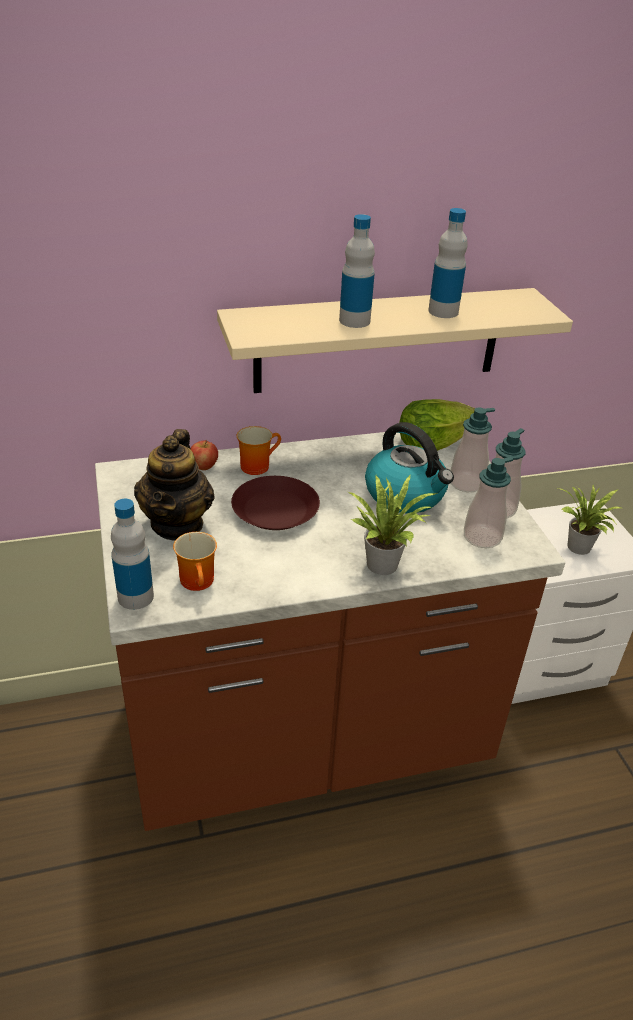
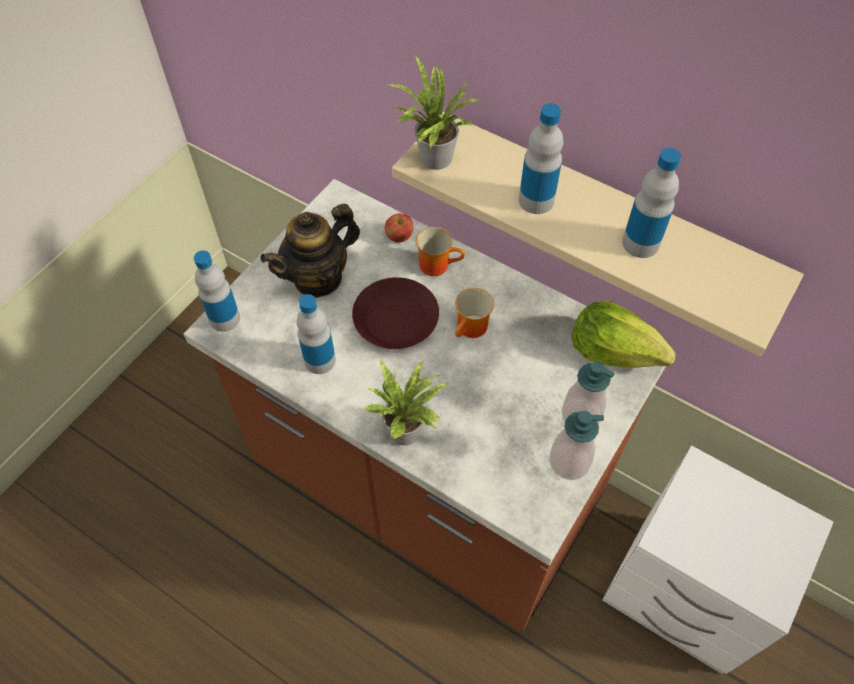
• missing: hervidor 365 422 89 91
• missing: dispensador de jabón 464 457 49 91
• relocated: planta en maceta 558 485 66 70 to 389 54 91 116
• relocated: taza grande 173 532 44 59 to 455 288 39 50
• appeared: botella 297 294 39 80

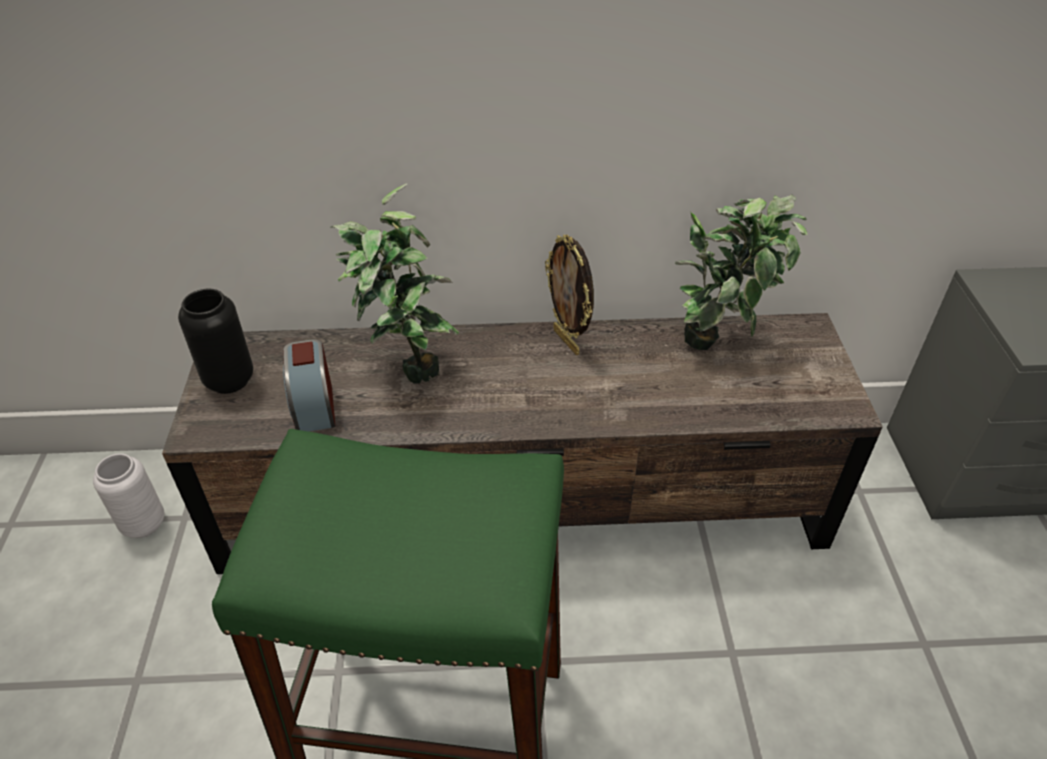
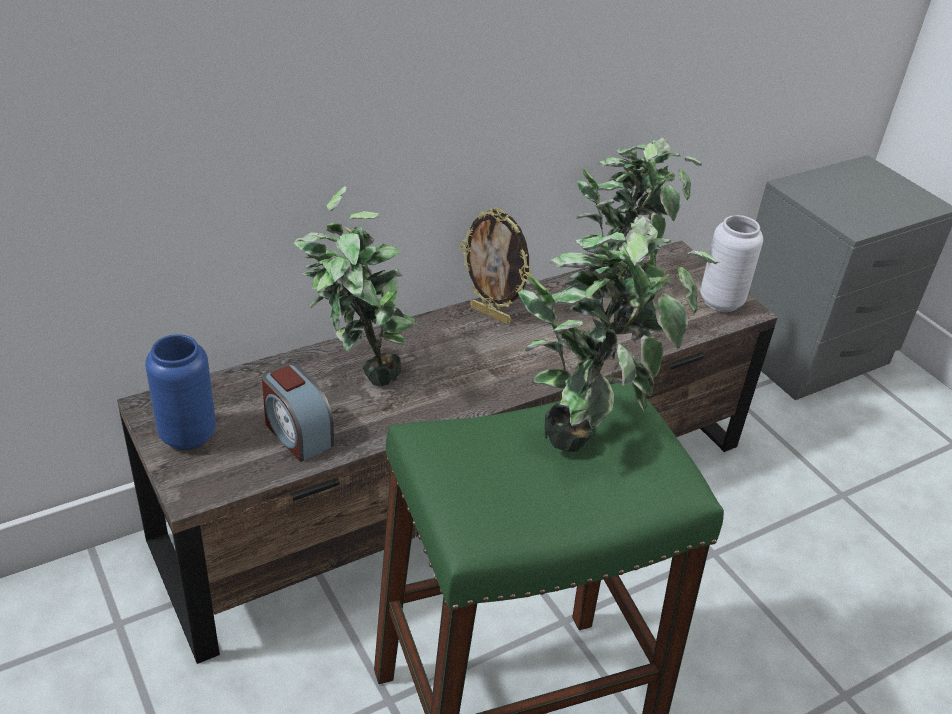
• colour: florero [negro] 178 289 75 105 to florero [azul] 145 334 71 116
• relocated: florero [blanco] 93 453 72 85 to 700 215 63 97
• appeared: planta en maceta 518 215 202 237

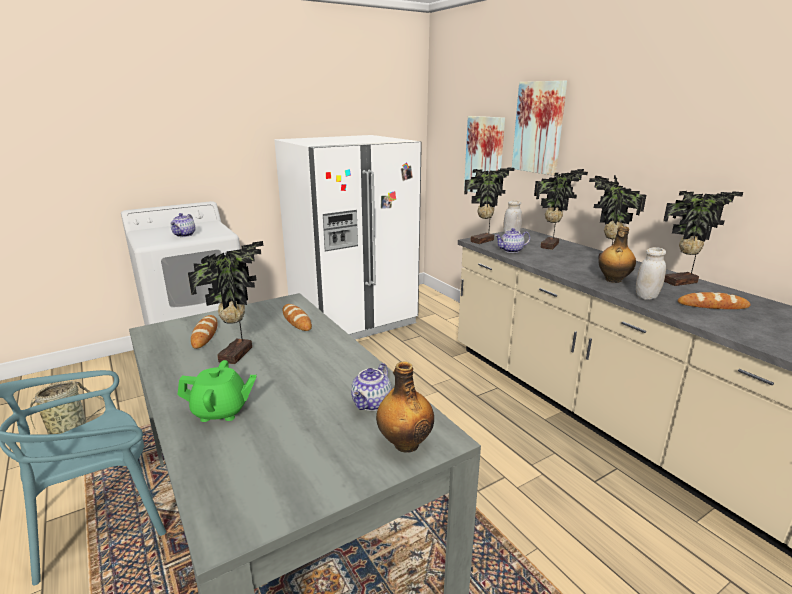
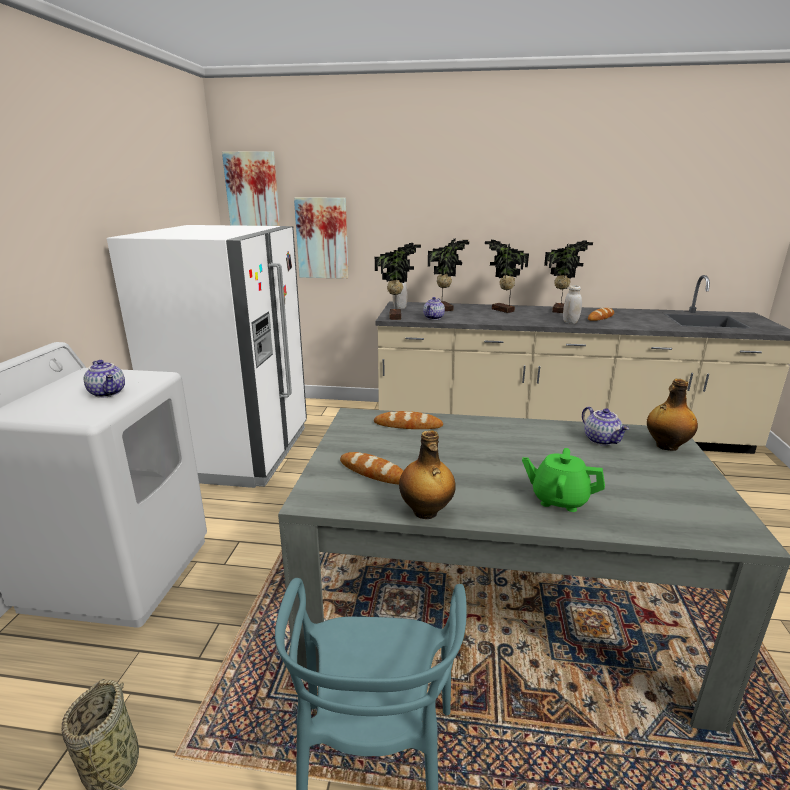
• relocated: cuadro 512 81 55 95 to 222 151 58 75
• relocated: botella 598 226 38 57 to 399 430 57 89
• missing: planta en maceta 188 241 75 123
• spun: tetera [verde] 177 360 80 62 = 522 448 83 64 105 degrees counterclockwise

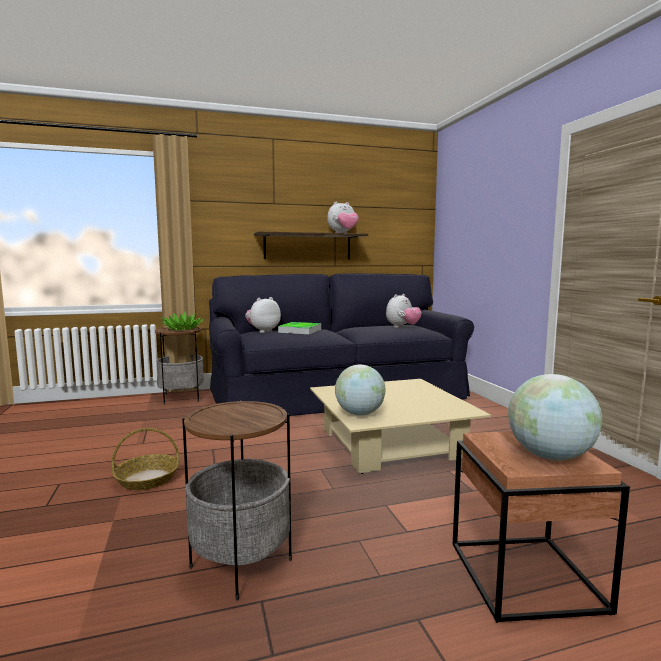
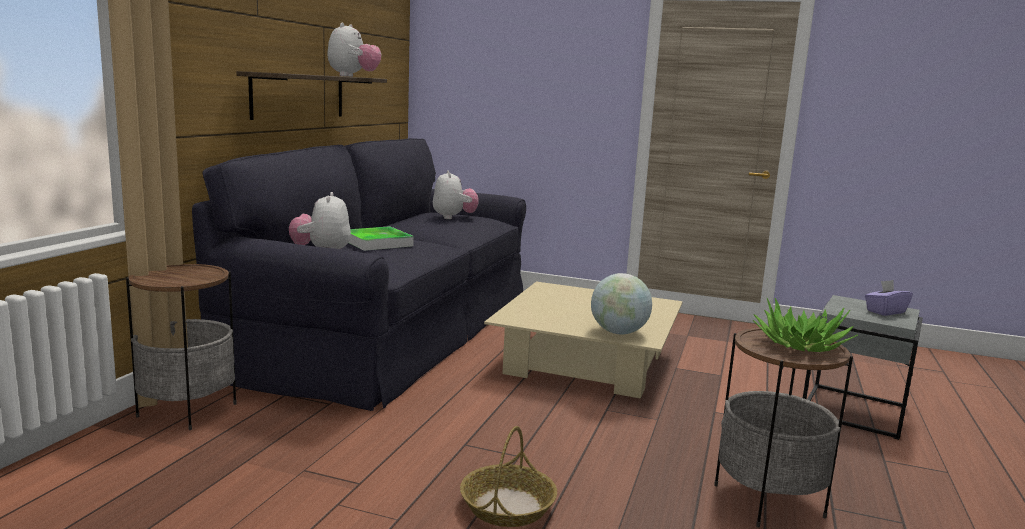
• relocated: planta en maceta 160 312 44 18 to 752 298 106 54
• exchanged: globo terráqueo 508 374 94 86 to caja de pañuelos [morado] 865 280 48 36
• colour: mesa auxiliar [marrón] 453 432 177 191 to mesa auxiliar [gris] 803 295 120 145

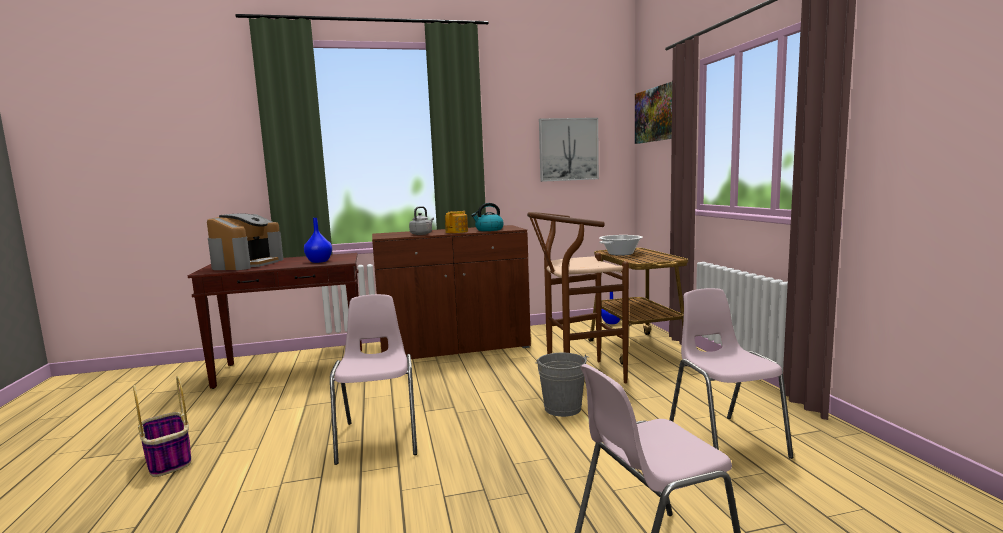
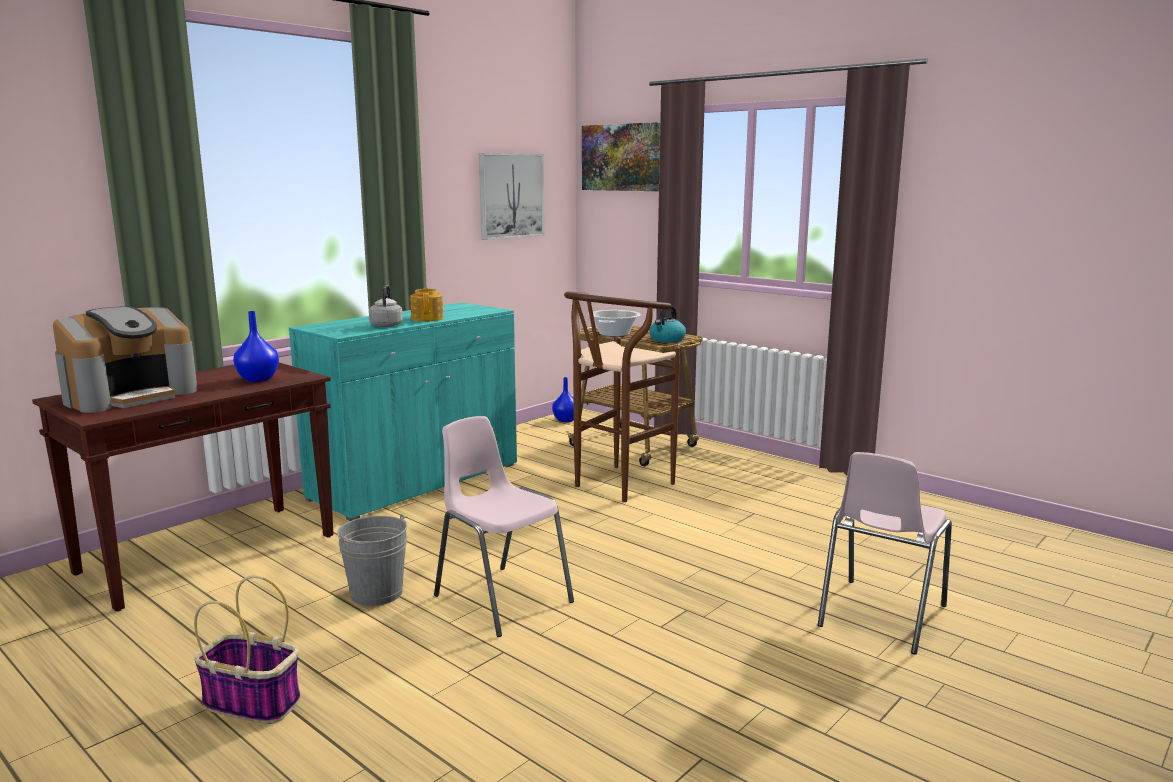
• relocated: hervidor 471 203 33 28 to 649 306 37 37
• spun: cafetera 207 213 76 57 = 53 307 145 106 60 degrees clockwise
• colour: armario [marrón] 372 225 159 134 to armario [turquesa] 289 303 228 218
• missing: silla [rosa] 669 288 125 171
• relocated: cubo [gris] 535 353 54 64 to 337 514 70 92

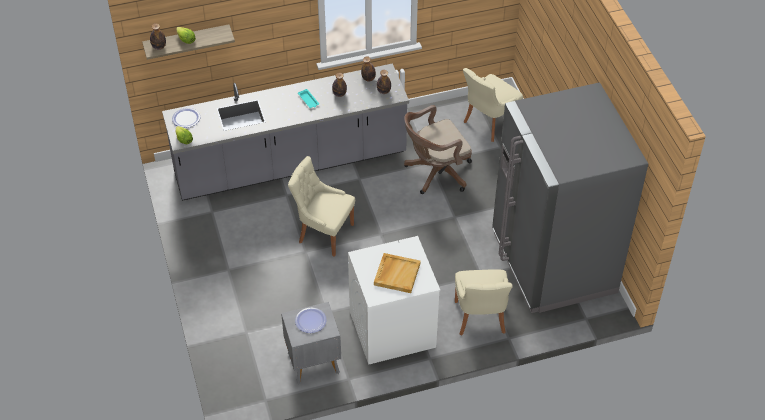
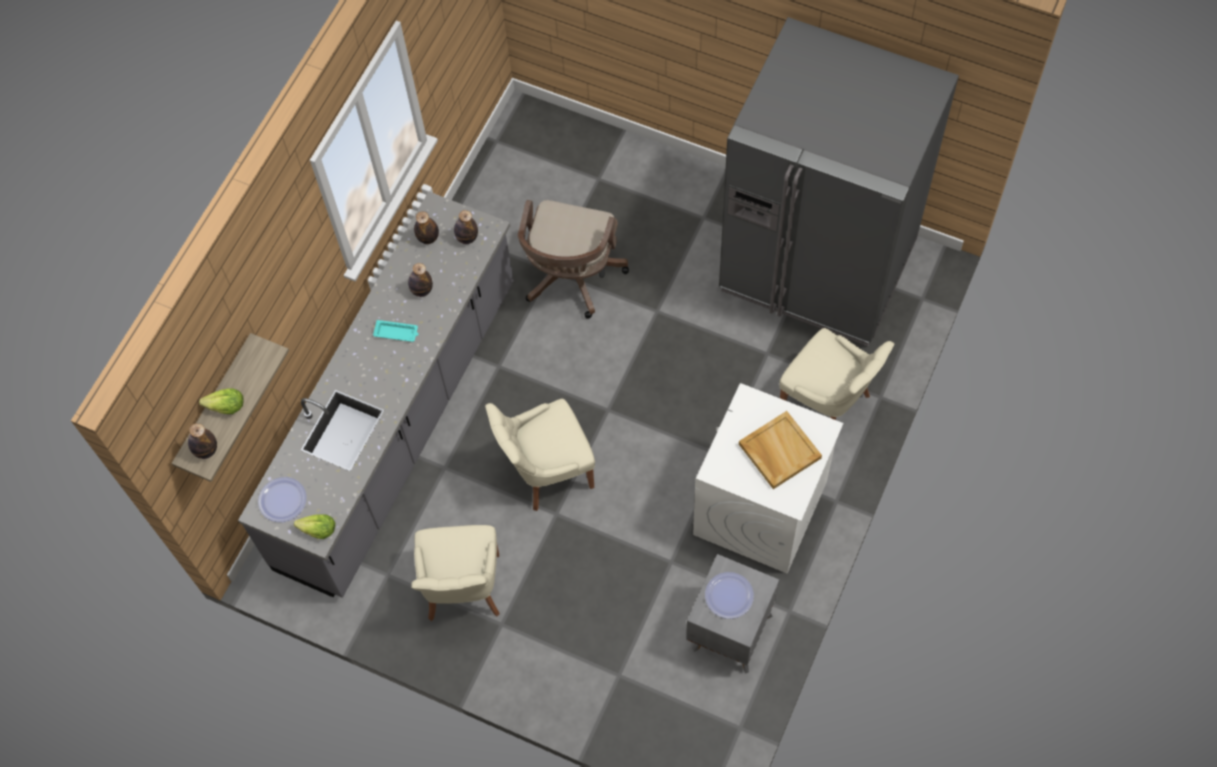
• relocated: silla [beis] 463 68 60 74 to 411 525 89 96

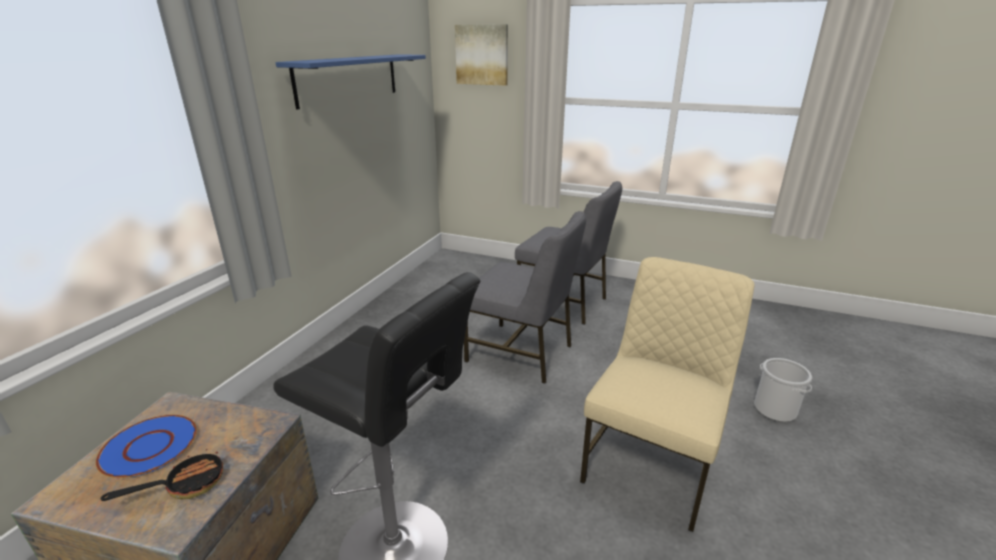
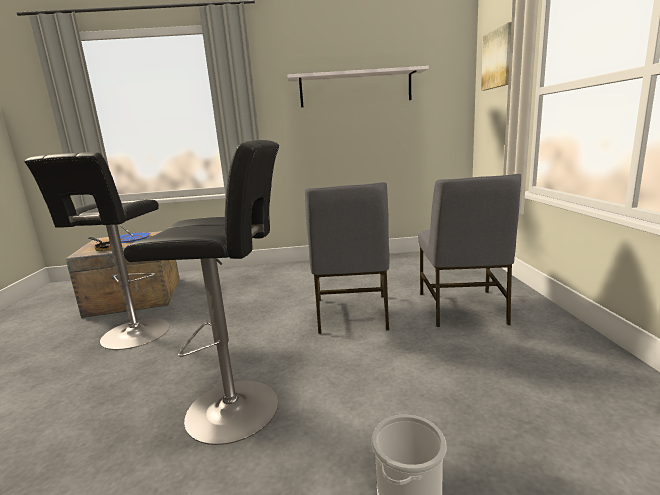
• colour: estante [azul] 275 54 151 56 to estante [blanco] 287 66 142 41
• exchanged: silla [beis] 580 257 174 275 to taburete [negro] 123 140 156 305

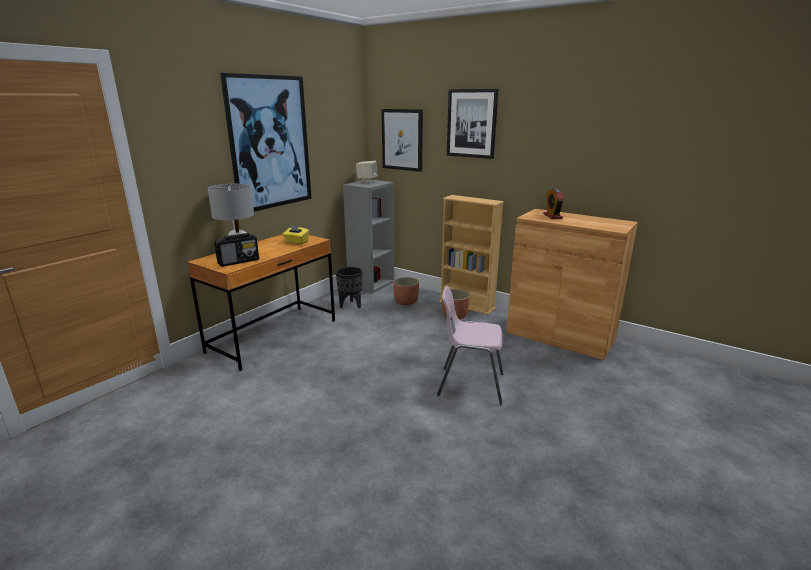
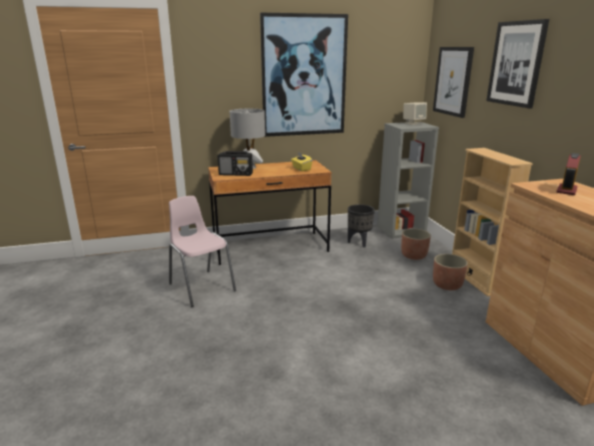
• relocated: silla [rosa] 437 286 66 119 to 169 196 67 111

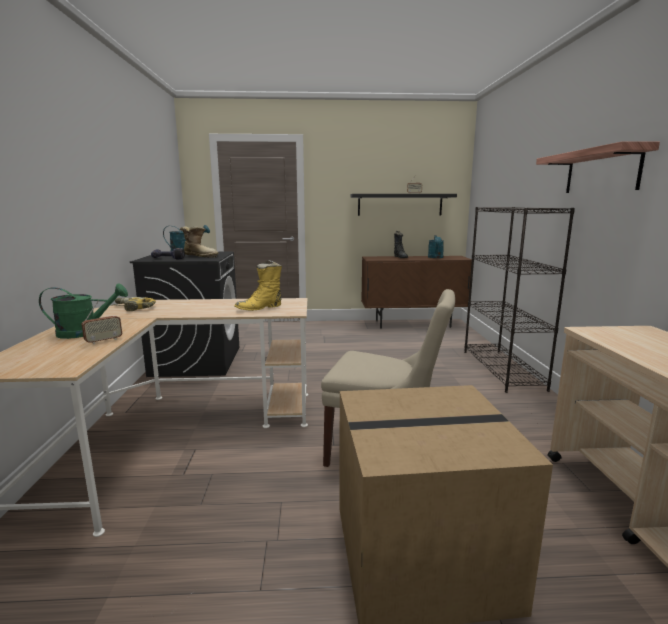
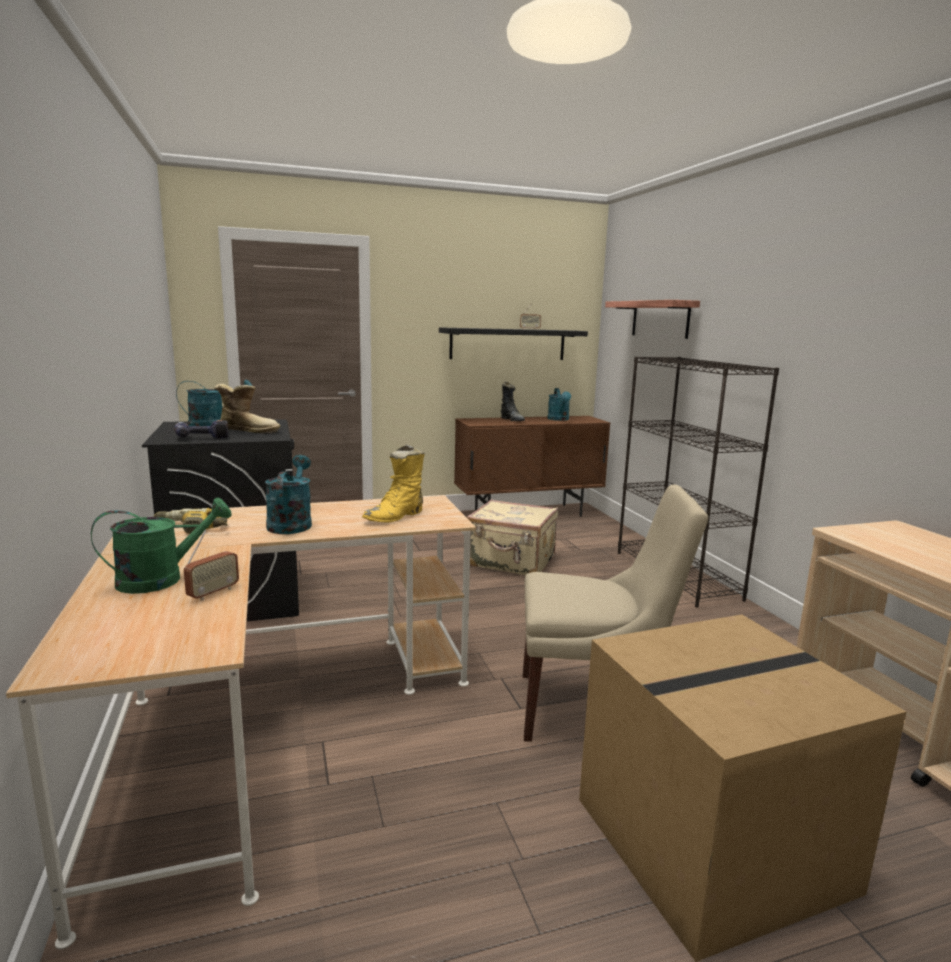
• relocated: estante 536 141 124 52 to 605 300 95 39
• appeared: regadera [turquesa] 265 455 47 79
• appeared: maleta [beis] 467 499 91 76

